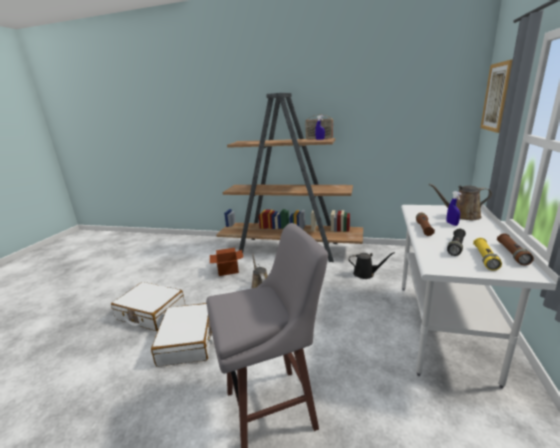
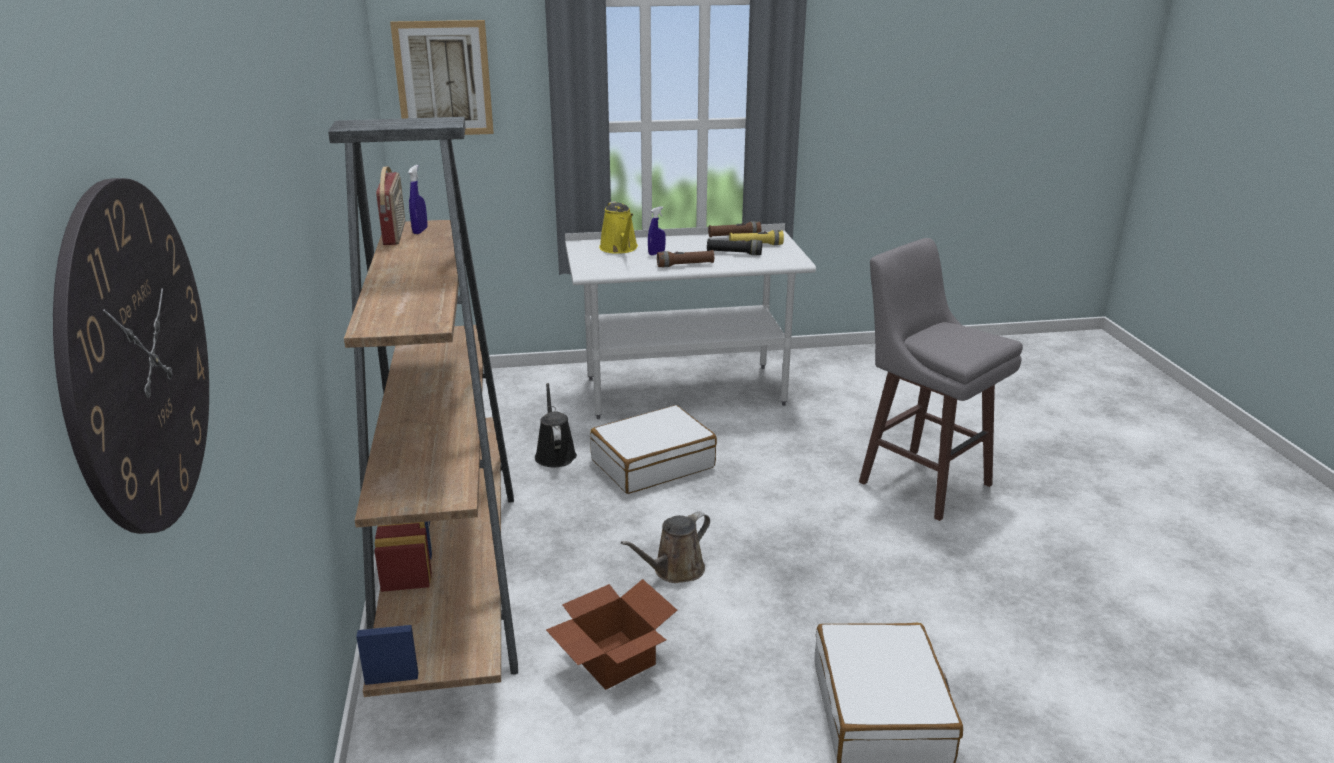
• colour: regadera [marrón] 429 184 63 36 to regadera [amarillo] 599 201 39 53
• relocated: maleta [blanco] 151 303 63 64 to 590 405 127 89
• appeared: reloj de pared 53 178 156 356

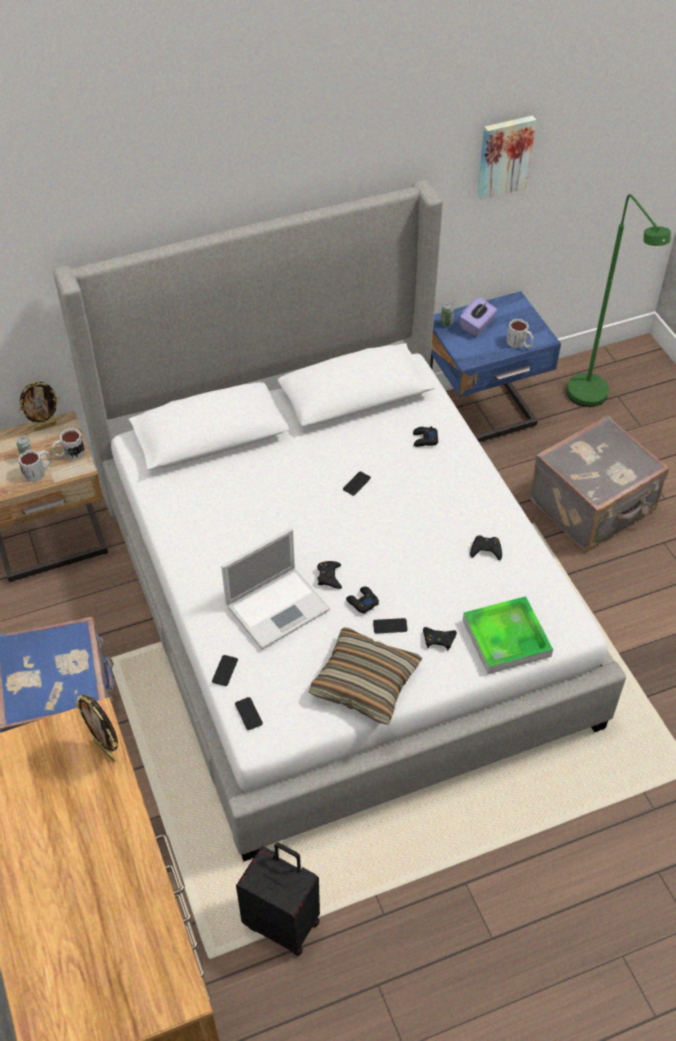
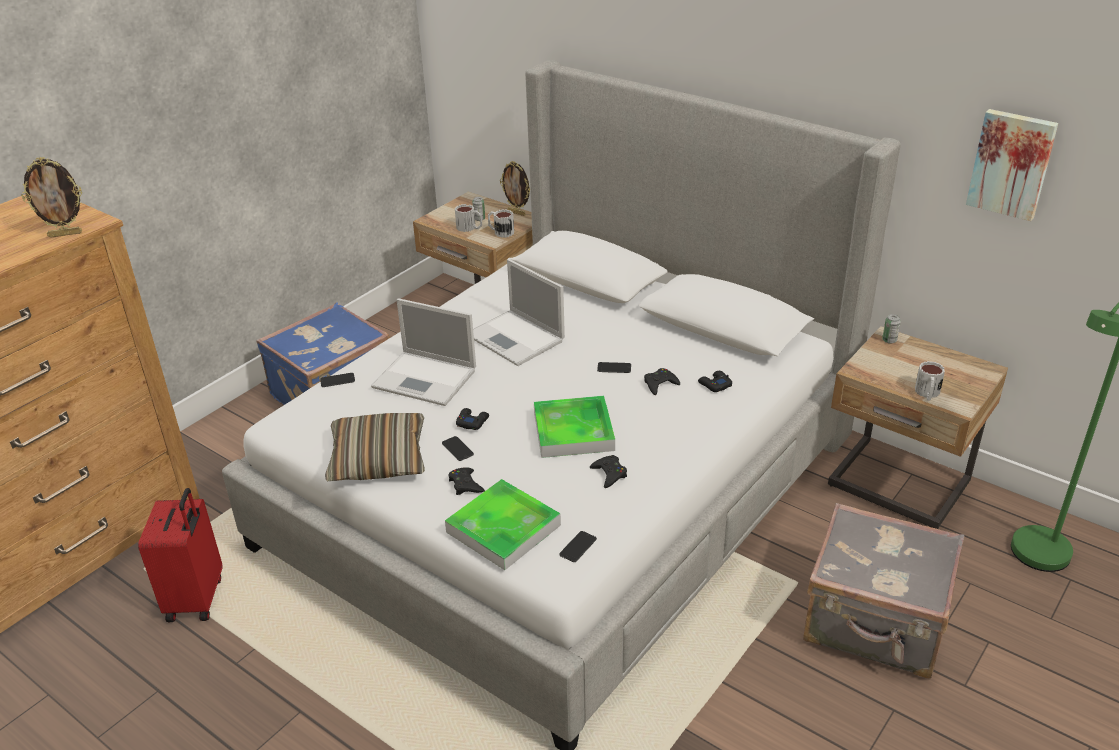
• colour: mesita de noche [azul] 430 291 131 151 to mesita de noche [beis] 828 326 180 203
• missing: caja de pañuelos [morado] 459 297 38 39
• relocated: mando de consola [negro] 317 561 25 28 to 644 368 36 27
• spun: portarretratos 76 694 42 68 = 21 157 61 81 120 degrees counterclockwise
• relocated: móvil 235 697 28 33 to 559 531 38 31
• colour: maleta [negro] 236 842 84 114 to maleta [rojo] 138 488 84 134
• appeared: portátil 473 259 92 107
• appeared: bandeja 534 396 81 62

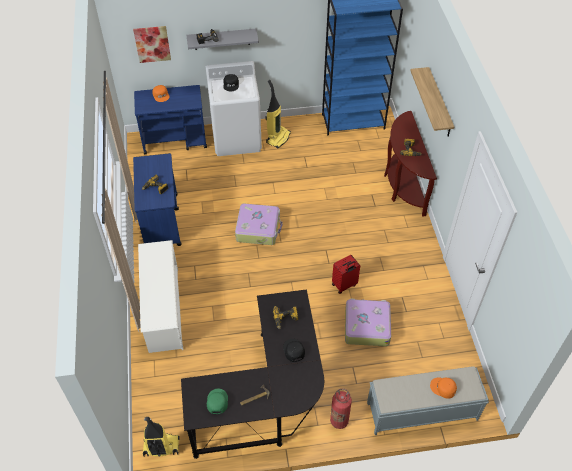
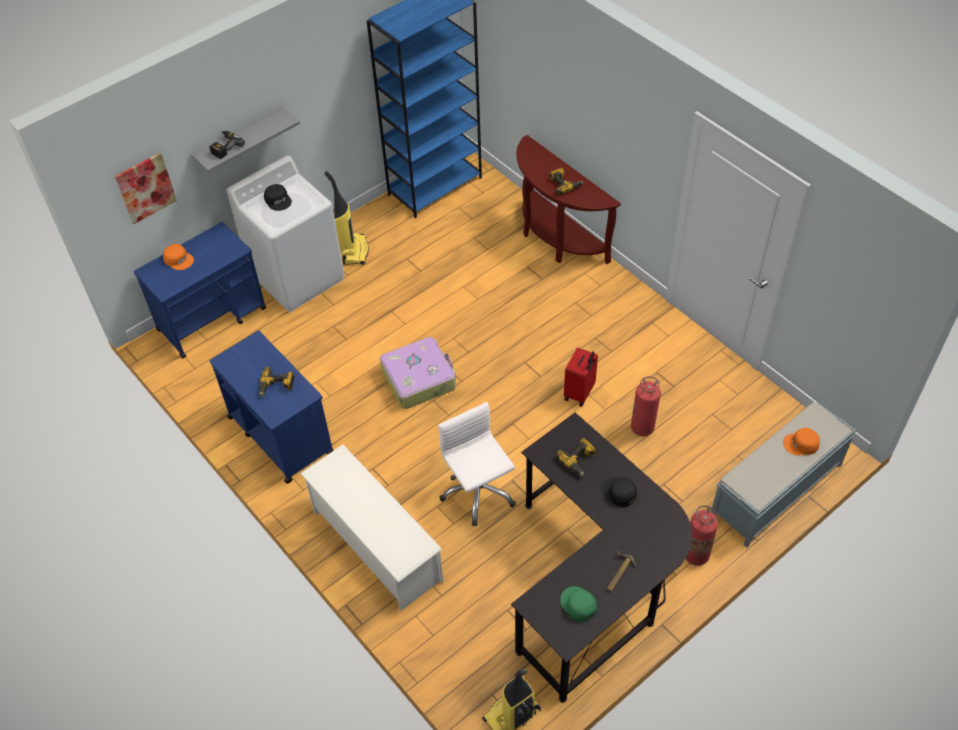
• missing: estante 410 67 44 70
• exchanged: maleta 345 299 46 47 to extintor 631 376 30 60
• appeared: silla de oficina [blanco] 438 402 78 124

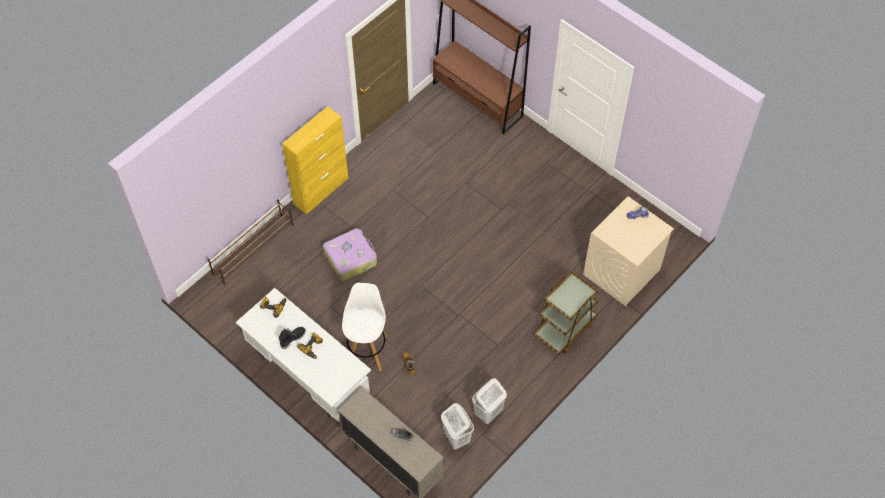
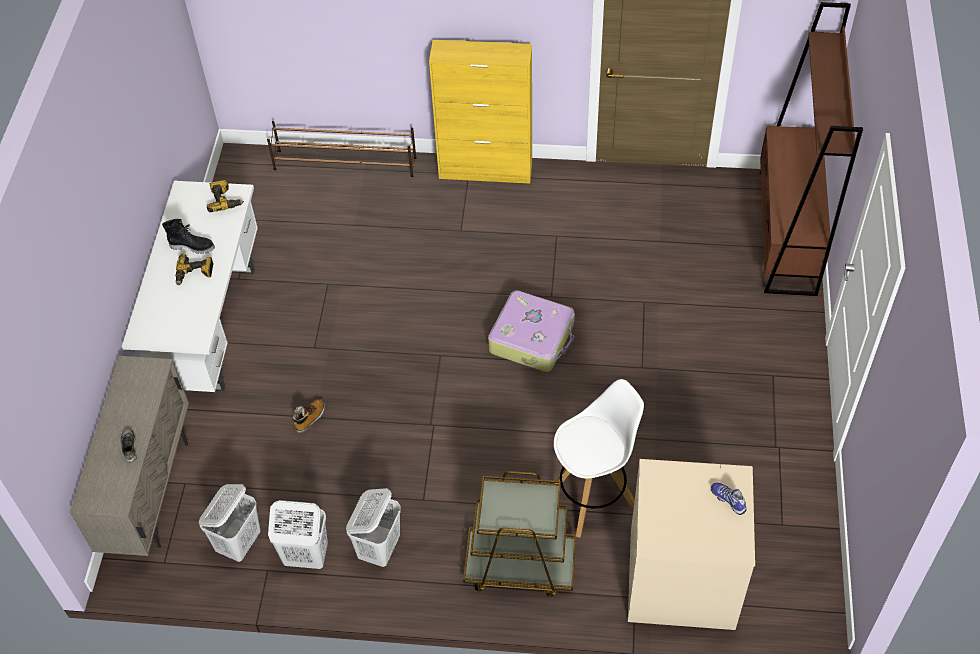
• relocated: maleta 323 228 54 53 to 488 290 87 82
• relocated: taburete [blanco] 342 282 45 89 to 553 379 91 158
• appeared: cesto de la ropa [blanco] 346 488 55 79

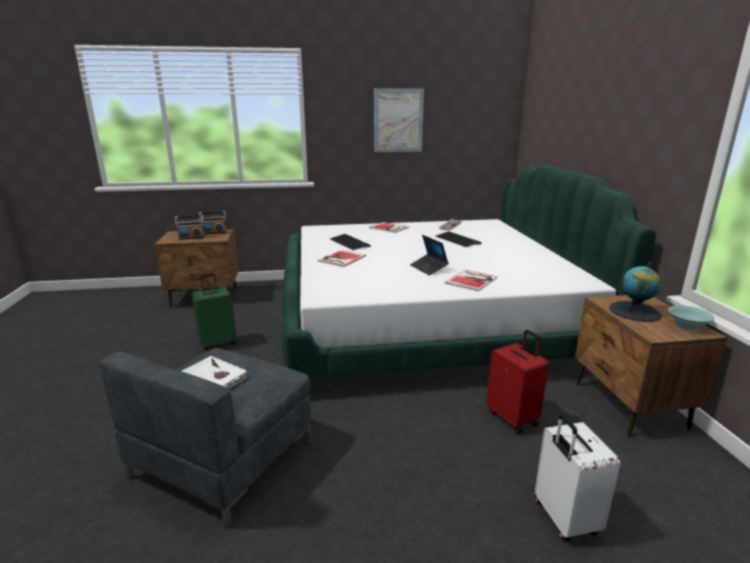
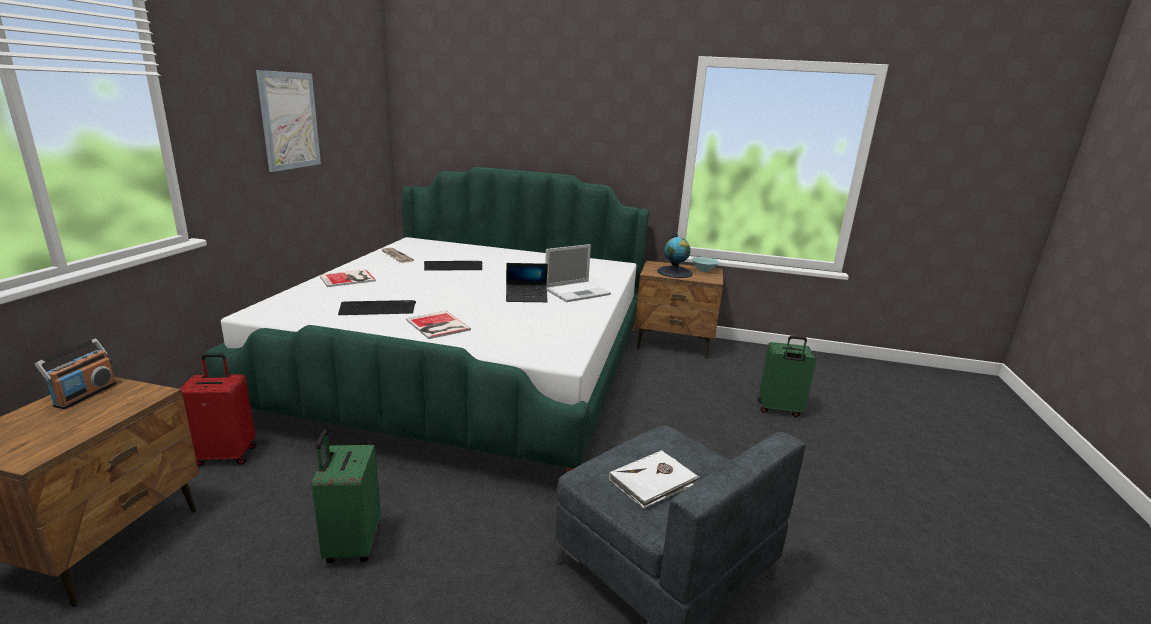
• missing: radio 175 215 30 24
• exchanged: libro 445 270 52 21 to portátil 545 244 66 58
• relocated: maleta [rojo] 487 330 62 104 to 179 354 78 112
• colour: maleta [blanco] 535 414 85 127 to maleta [verde] 758 336 58 81

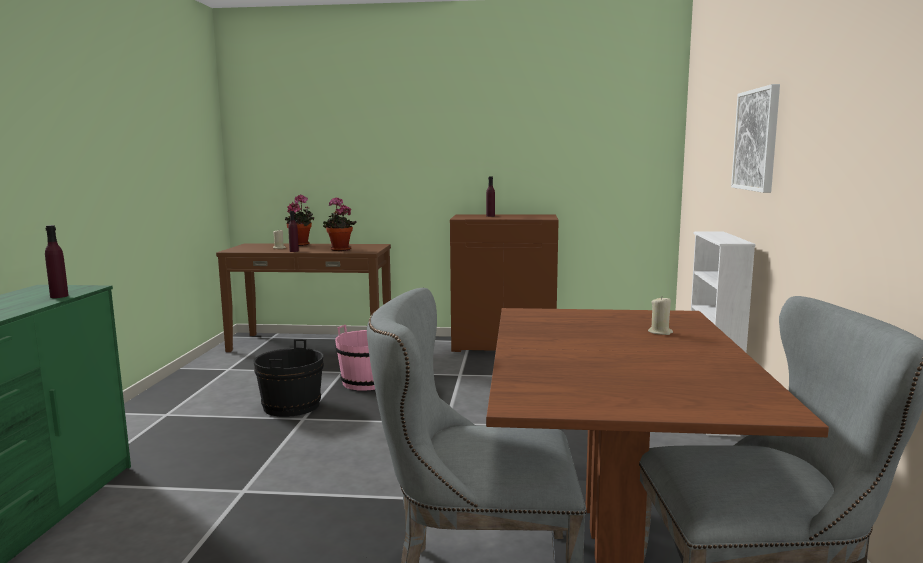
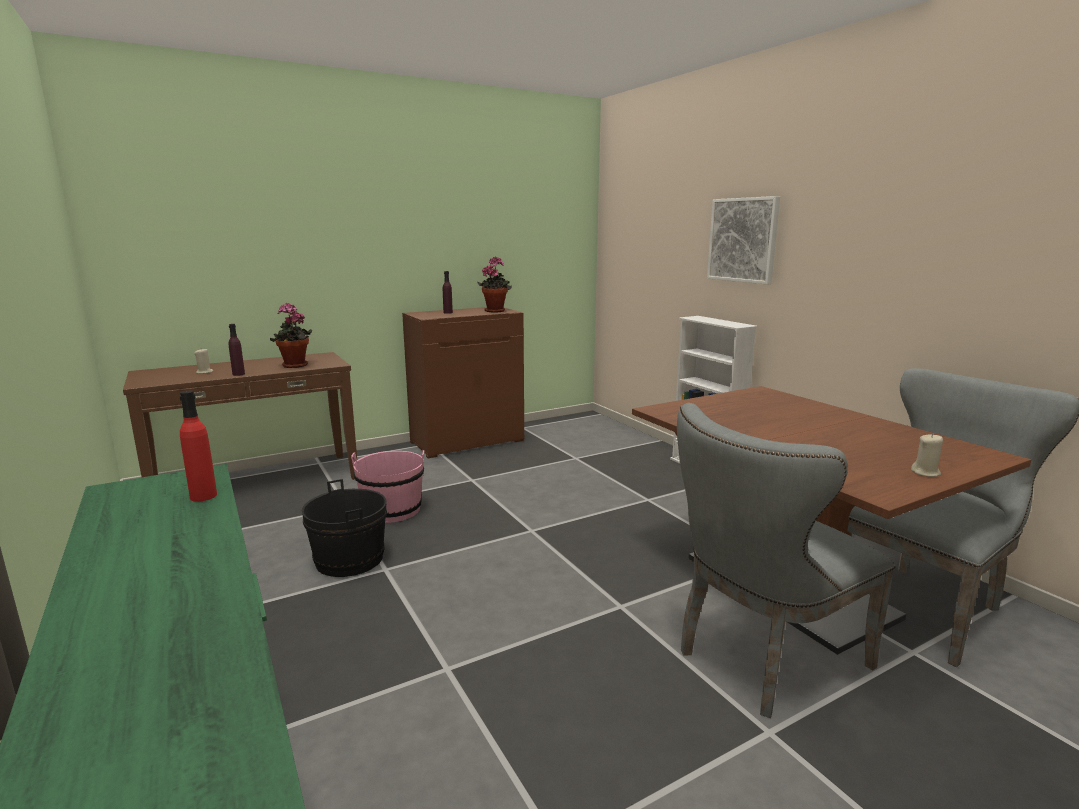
• relocated: planta en maceta 285 194 29 52 to 477 257 35 56
• colour: botella [morado] 45 225 24 73 to botella [rojo] 179 390 38 112
• relocated: vela [beis] 648 297 25 38 to 911 434 32 43

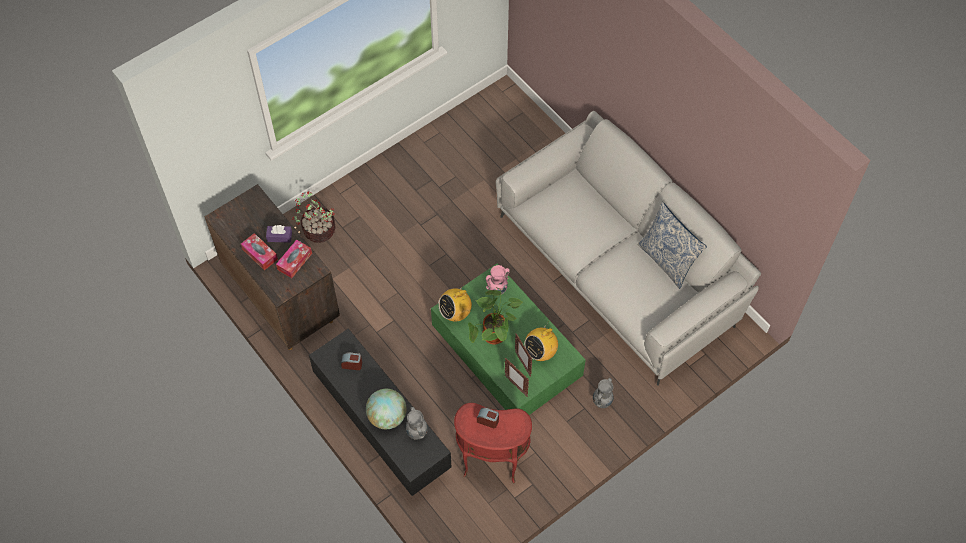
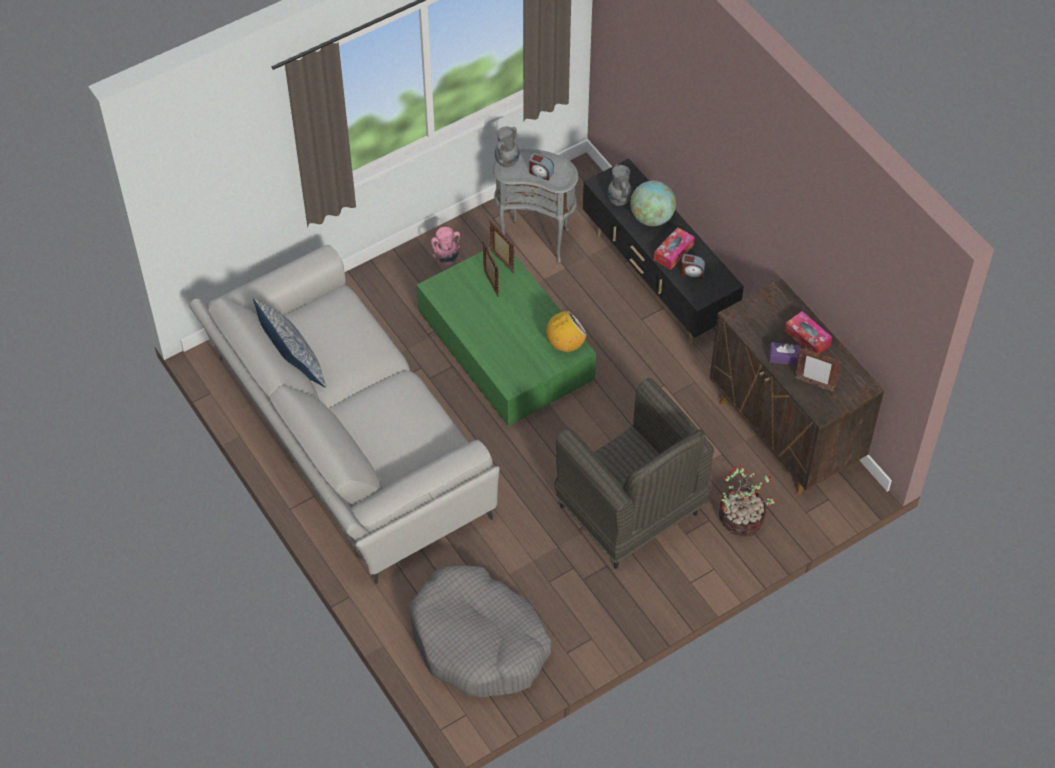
• relocated: caja de pañuelos 276 240 36 38 to 654 227 41 43
• relocated: florero [rosa] 486 265 24 29 to 431 227 29 39
• missing: planta en maceta 468 287 55 57
• missing: radio 524 324 34 37
• relocated: florero [gris] 593 378 21 30 to 495 126 24 42
• colour: mesa auxiliar [rojo] 454 403 78 80 to mesa auxiliar [gris] 493 149 85 114
• appeared: portarretratos 795 348 46 43
• appeared: sillón [gris] 554 378 160 191
• appeared: cama para perro [gris] 409 566 143 131

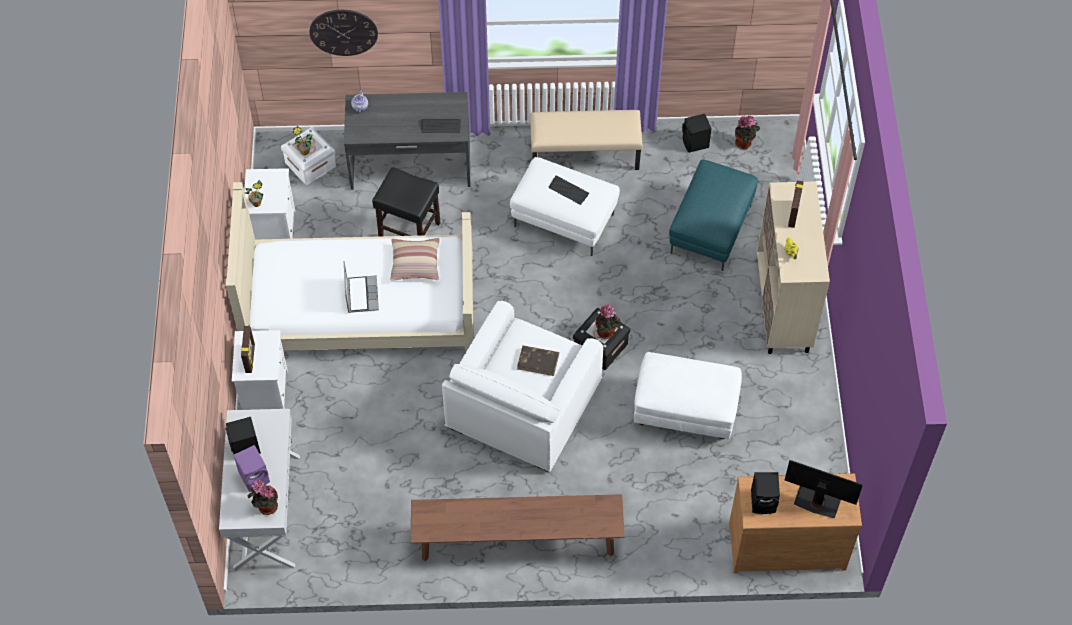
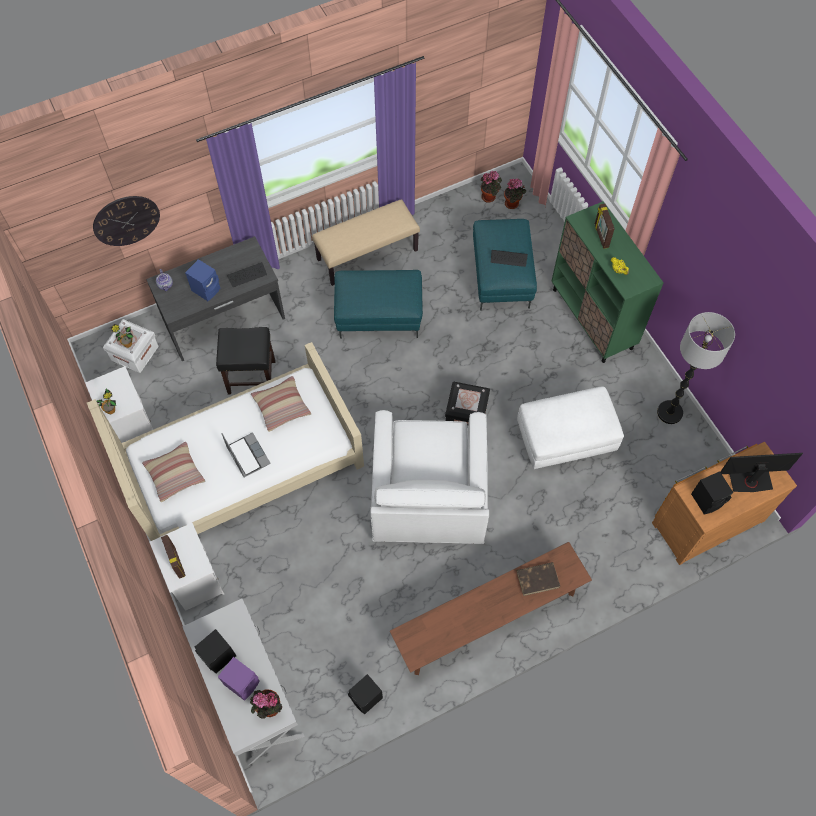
• relocated: altavoz [negro] 682 114 30 39 to 348 674 35 40
• colour: puf [blanco] 510 157 110 99 to puf [turquesa] 334 270 89 69
• relocated: teclado 549 176 40 29 to 491 250 37 17
• colour: armario [beis] 757 181 73 173 to armario [verde] 551 201 113 162
• relocated: planta en maceta 595 304 25 35 to 504 178 22 31
• relocated: libro [marrón] 517 345 42 31 to 517 562 43 34
• appeared: altavoz [azul] 185 259 35 42
• appeared: lámpara de pie 657 312 78 112
• appeared: cojín 142 442 63 60

